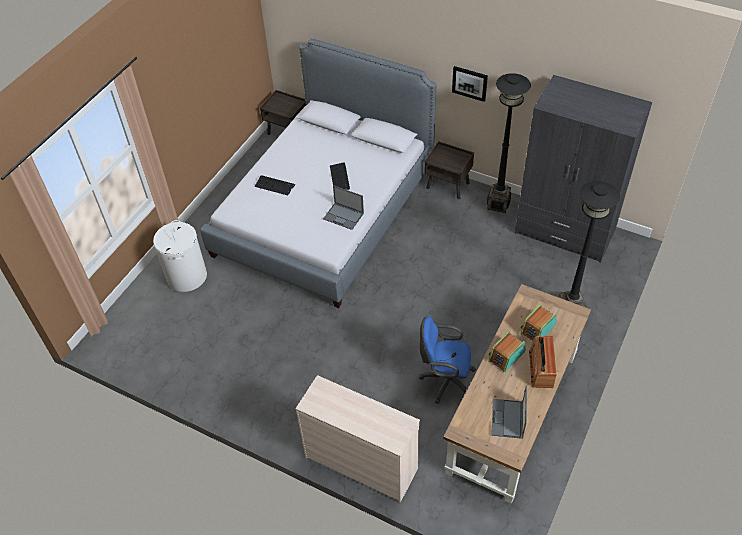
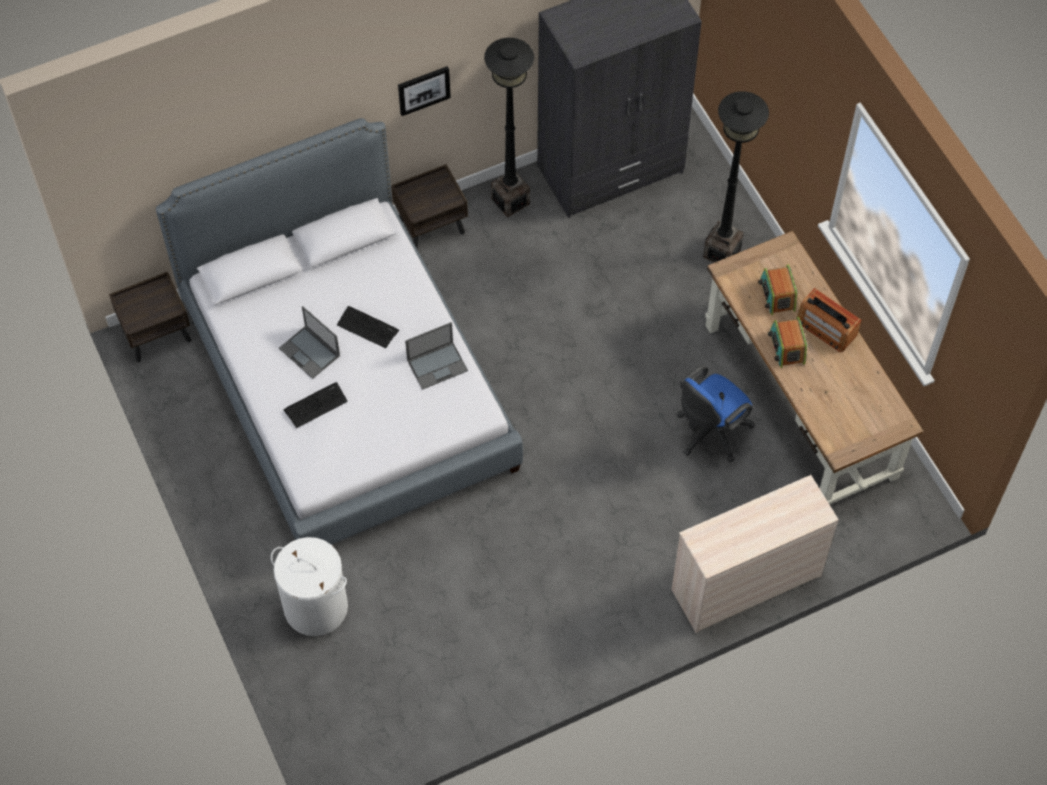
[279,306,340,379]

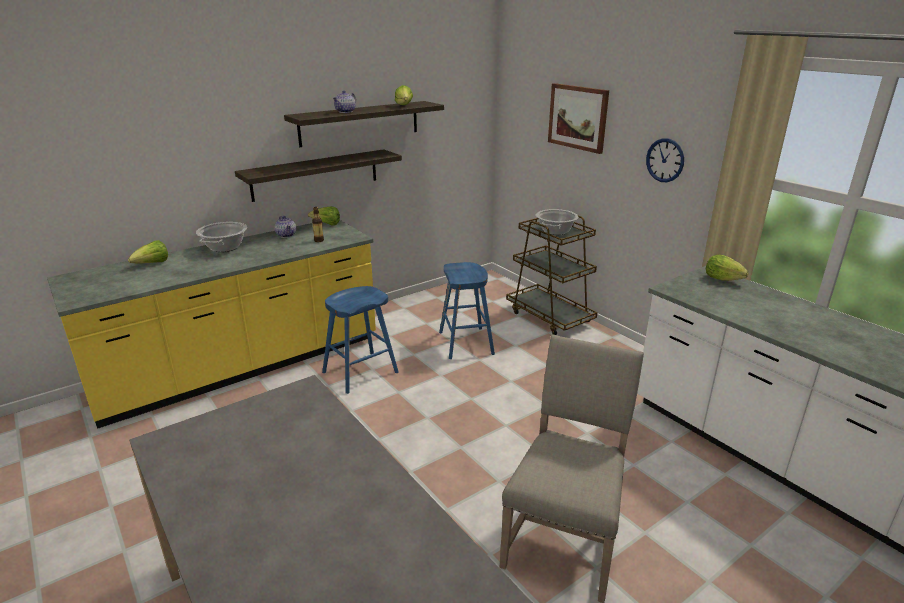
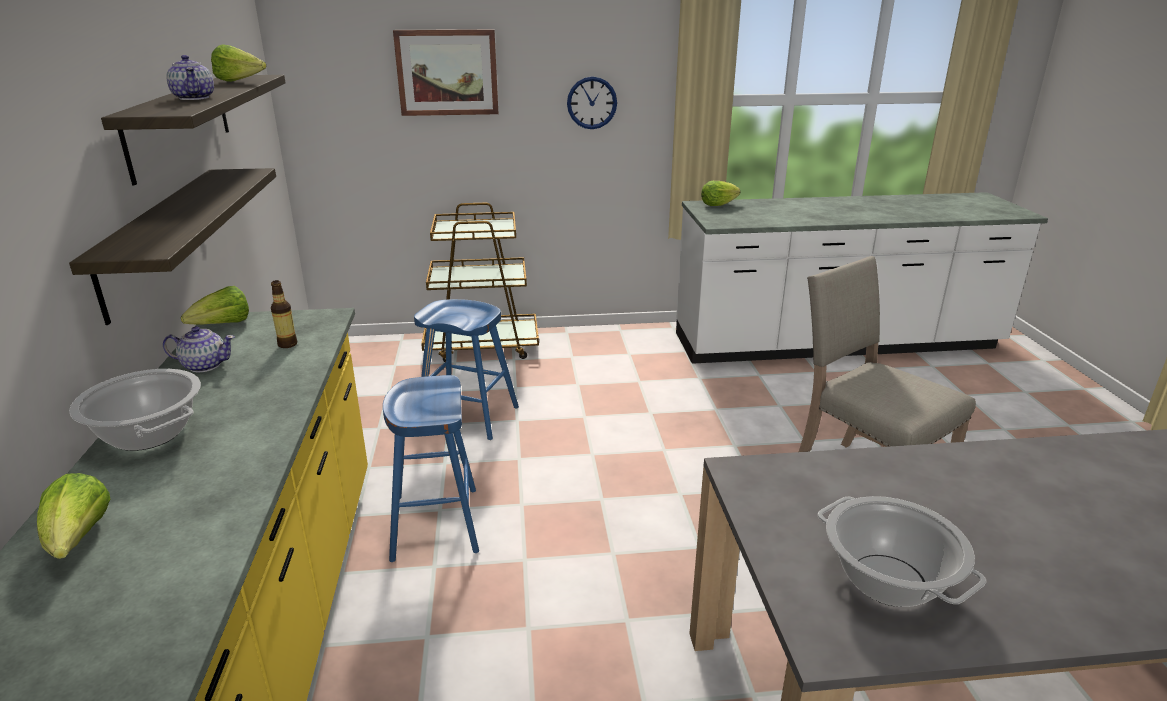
[817,496,986,607]

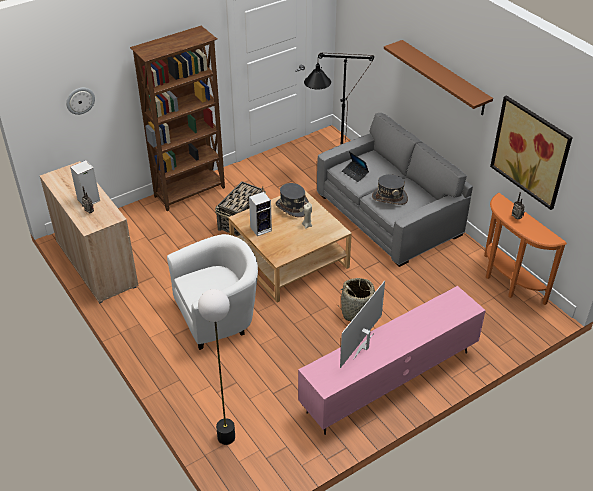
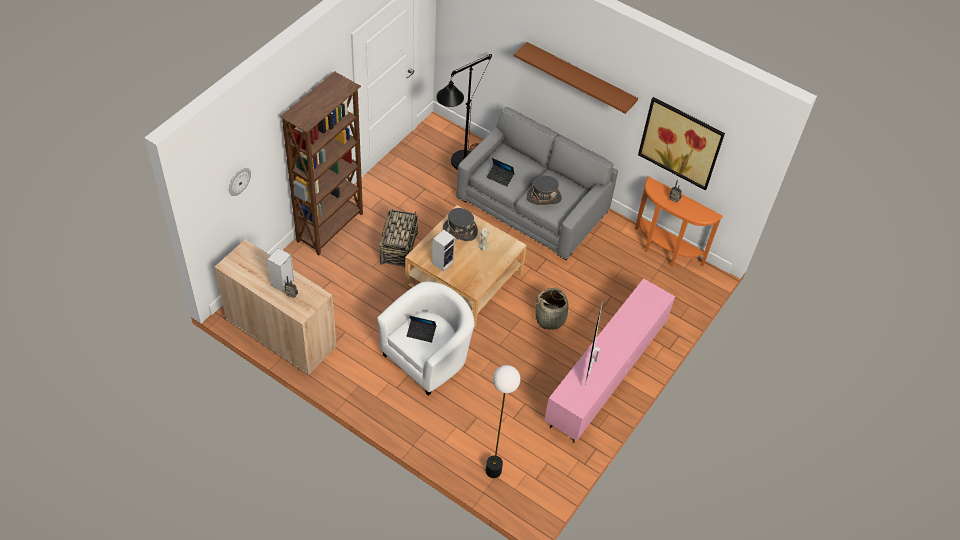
[407,316,436,343]

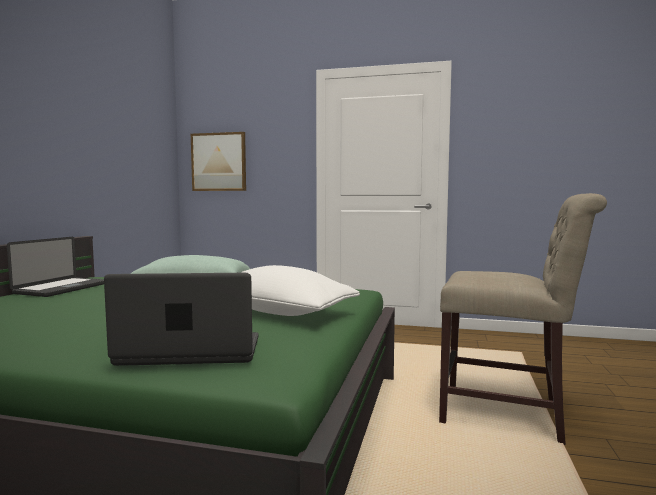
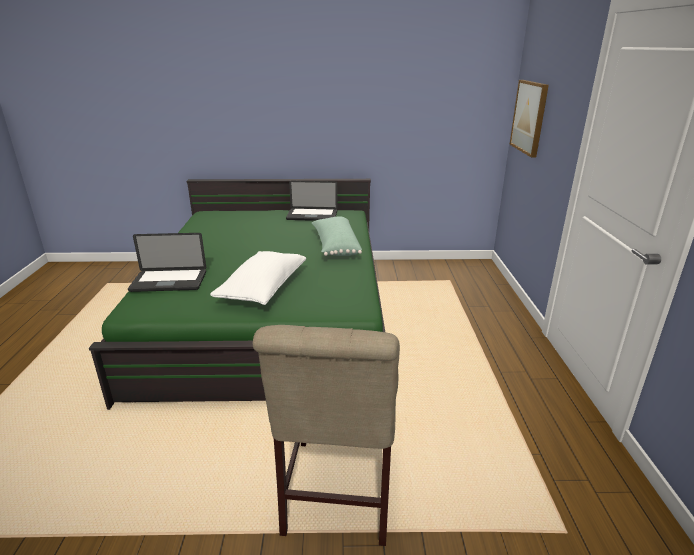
[128,233,206,292]

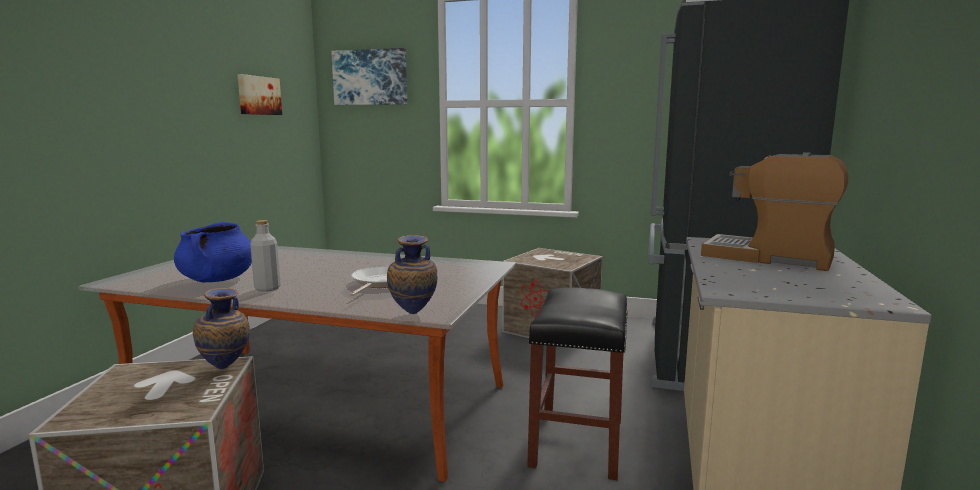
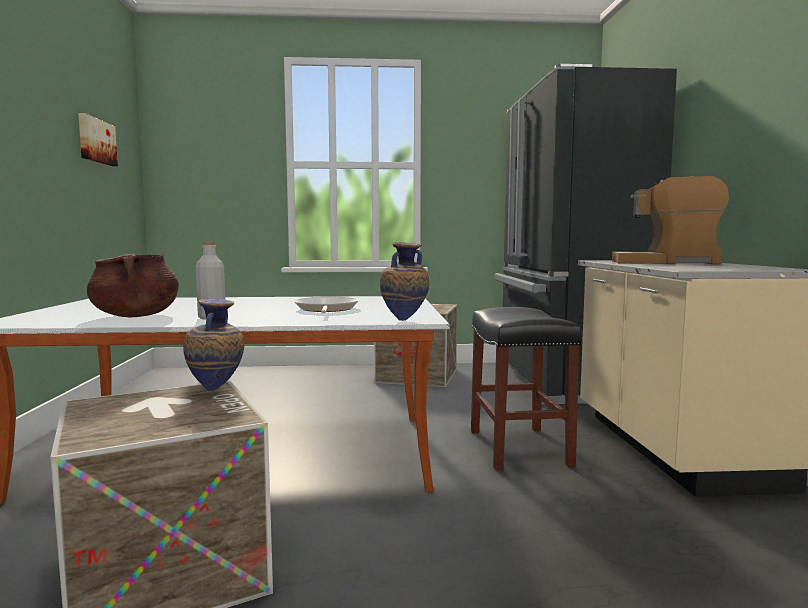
[87,254,179,317]
[331,48,407,105] (first image)

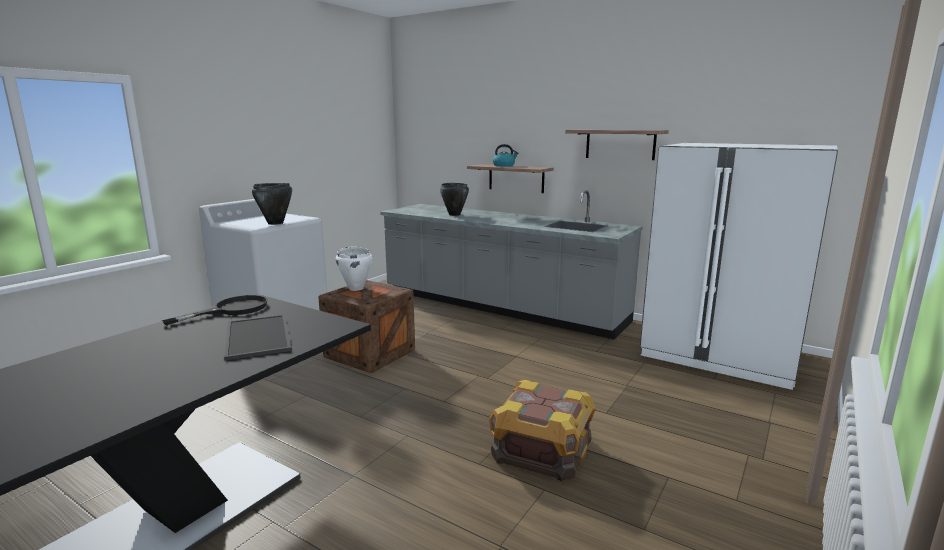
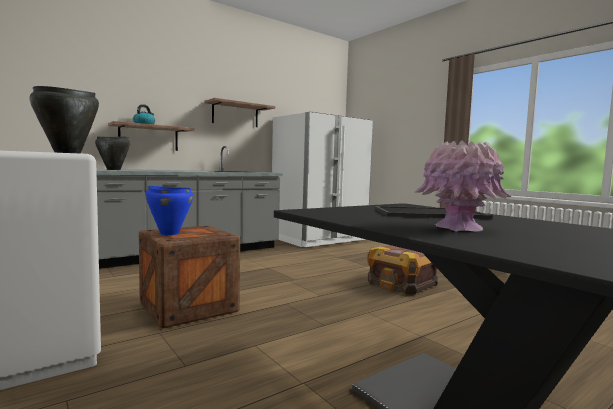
[145,186,193,235]
[414,140,512,232]
[162,295,268,325] (first image)

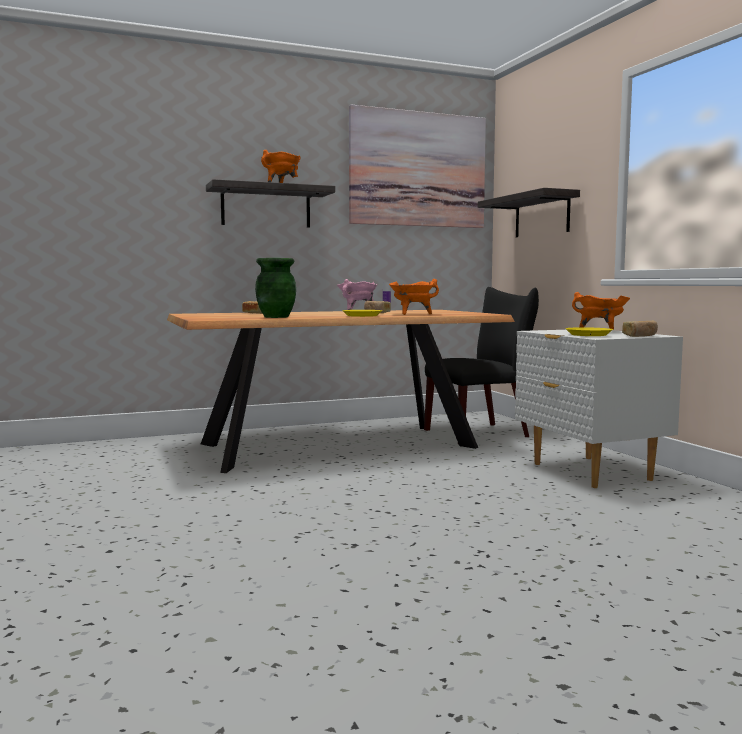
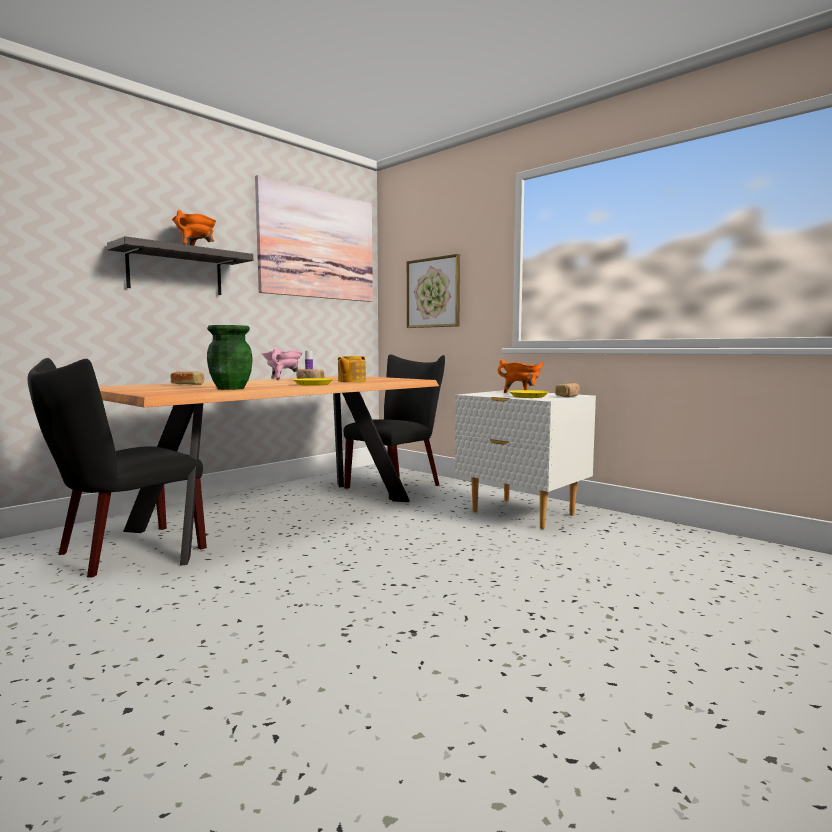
[28,358,207,577]
[338,356,366,382]
[407,254,460,328]

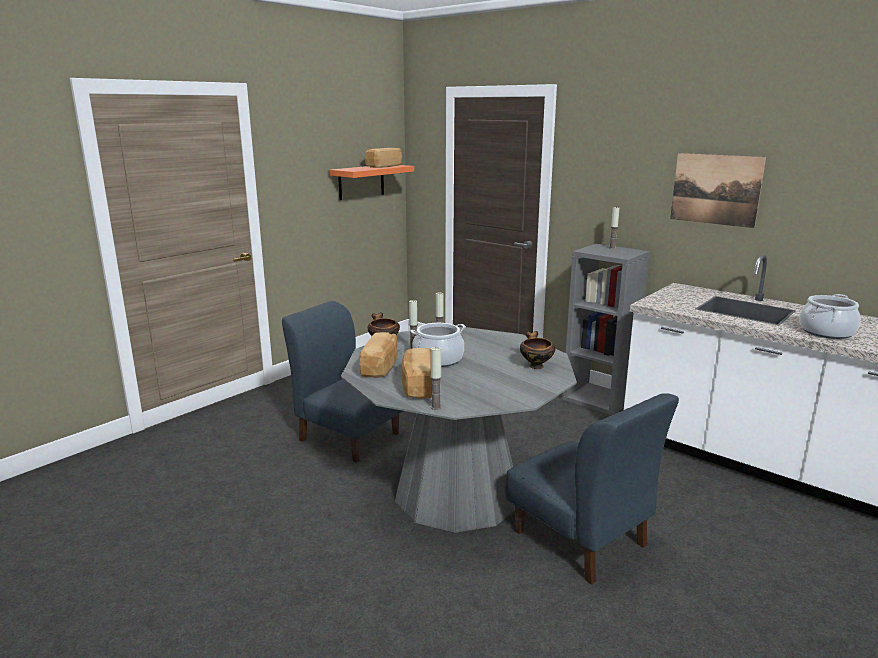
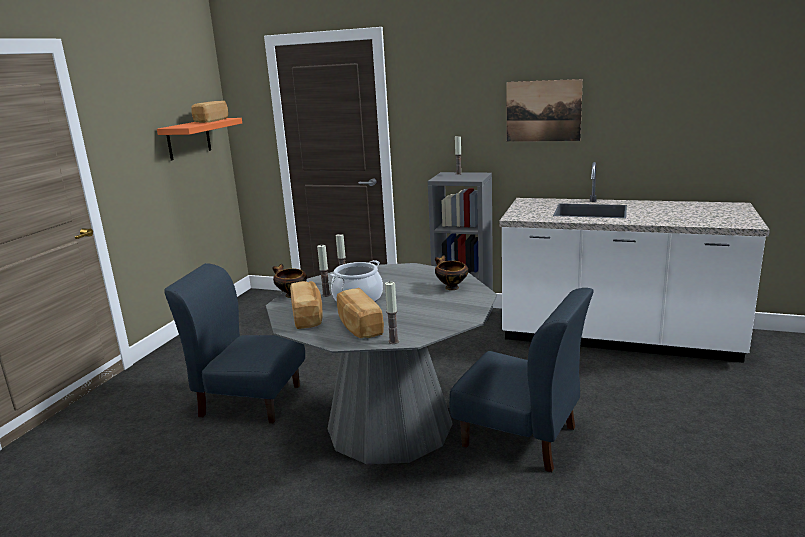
[799,294,861,339] (first image)

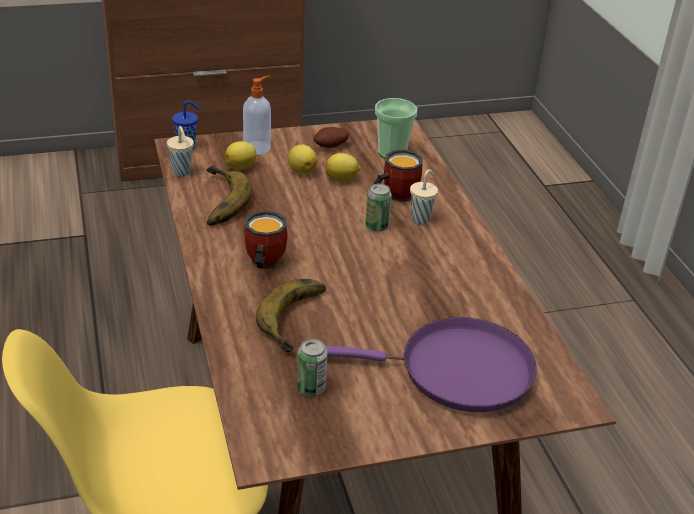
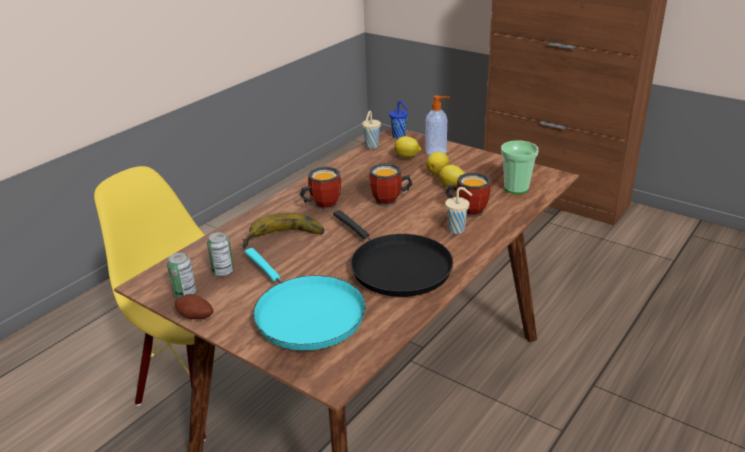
[167,253,196,298]
[175,294,213,319]
[245,248,366,350]
[333,210,453,297]
[369,163,412,206]
[207,165,252,226] (first image)

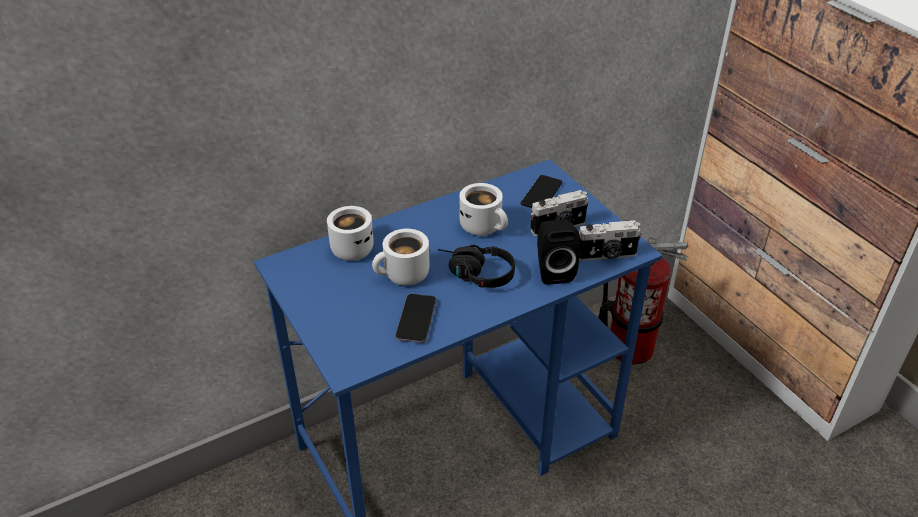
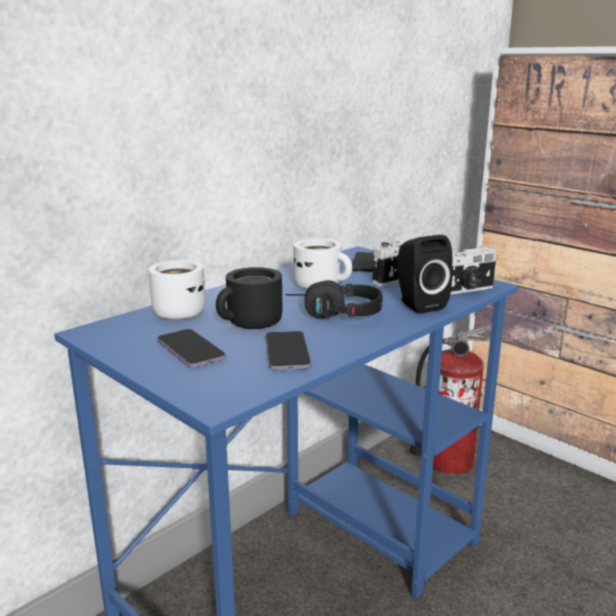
[157,329,226,367]
[216,267,282,329]

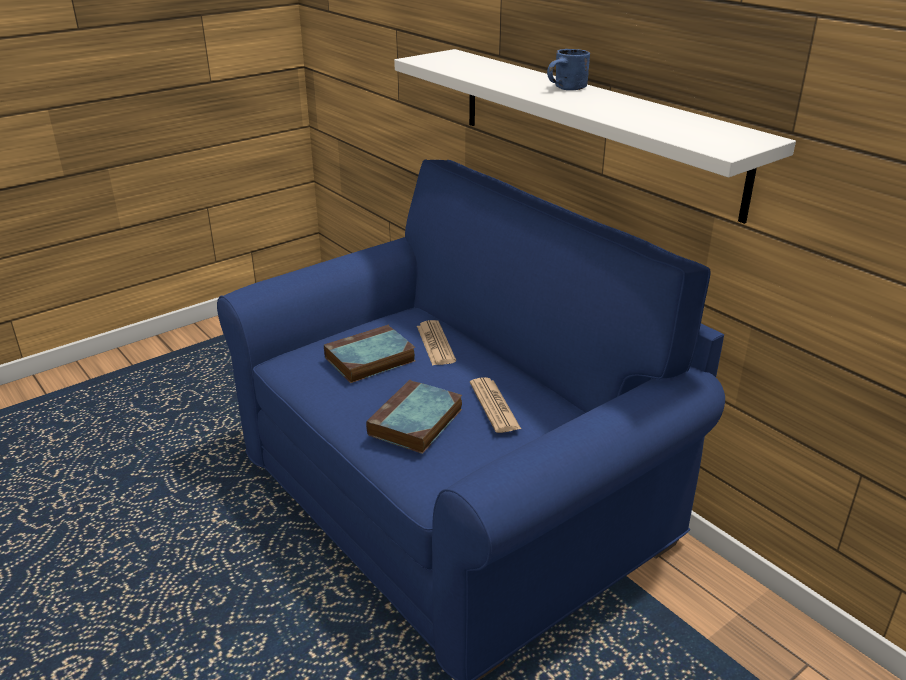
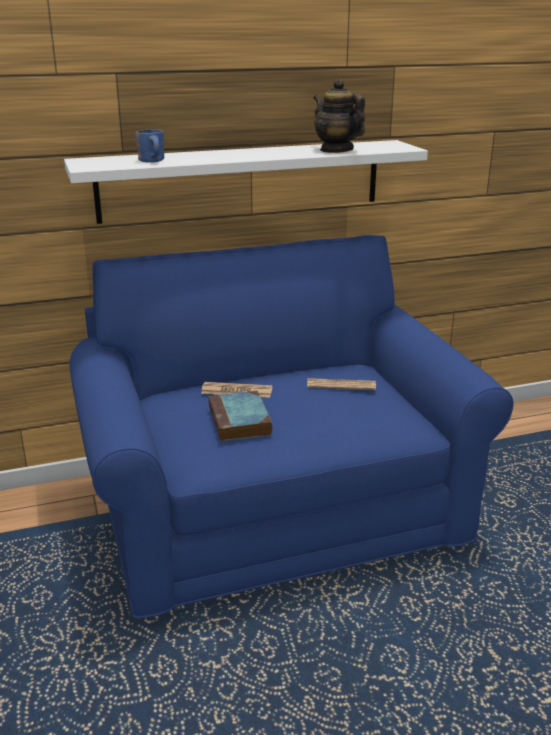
[135,129,164,162]
[313,79,365,153]
[366,380,462,454] (first image)

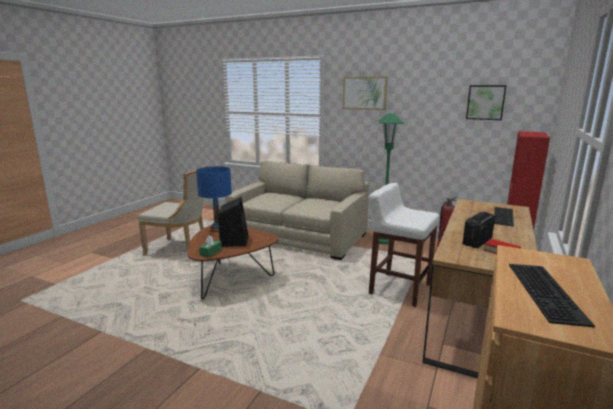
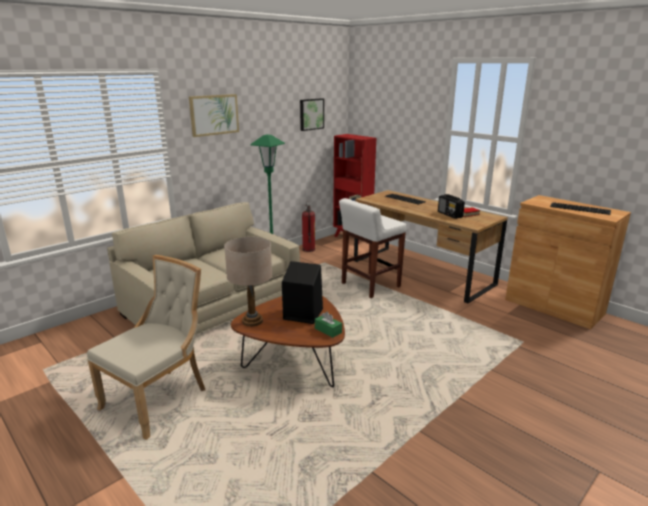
[224,237,272,327]

